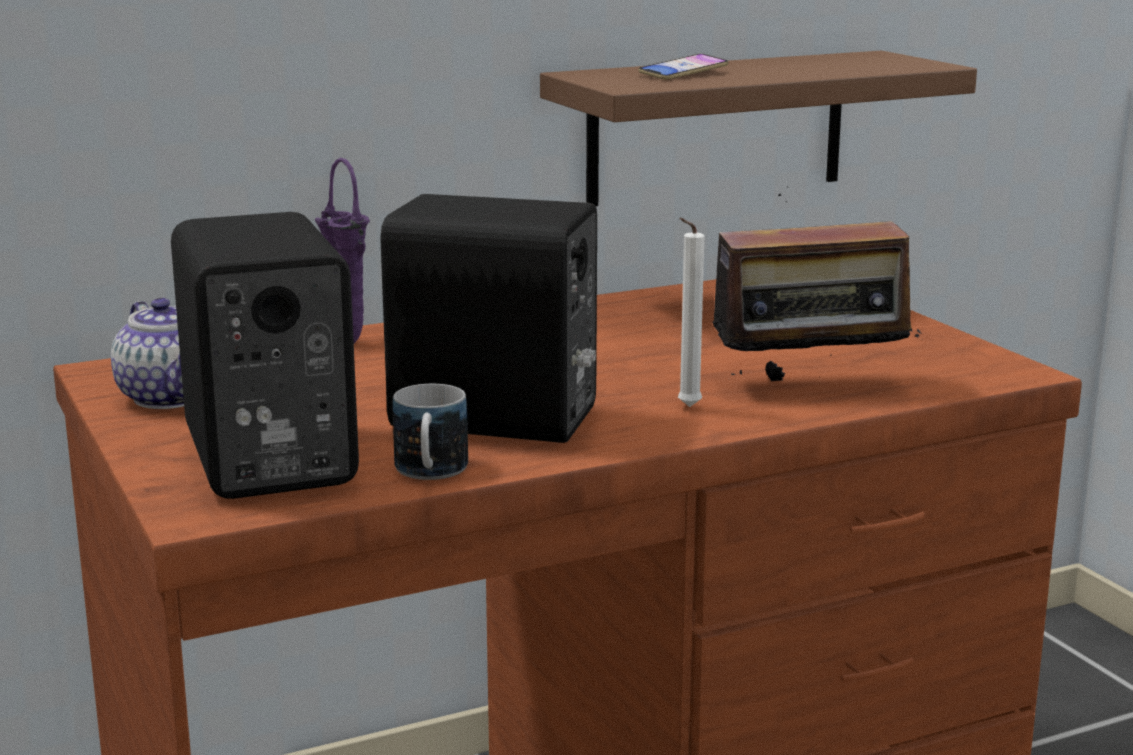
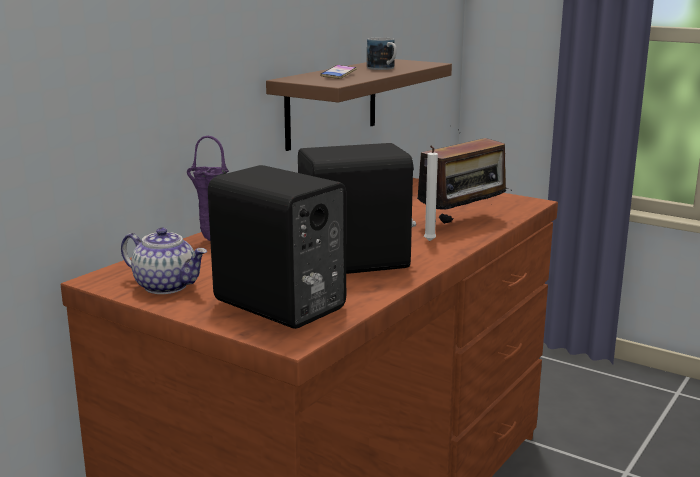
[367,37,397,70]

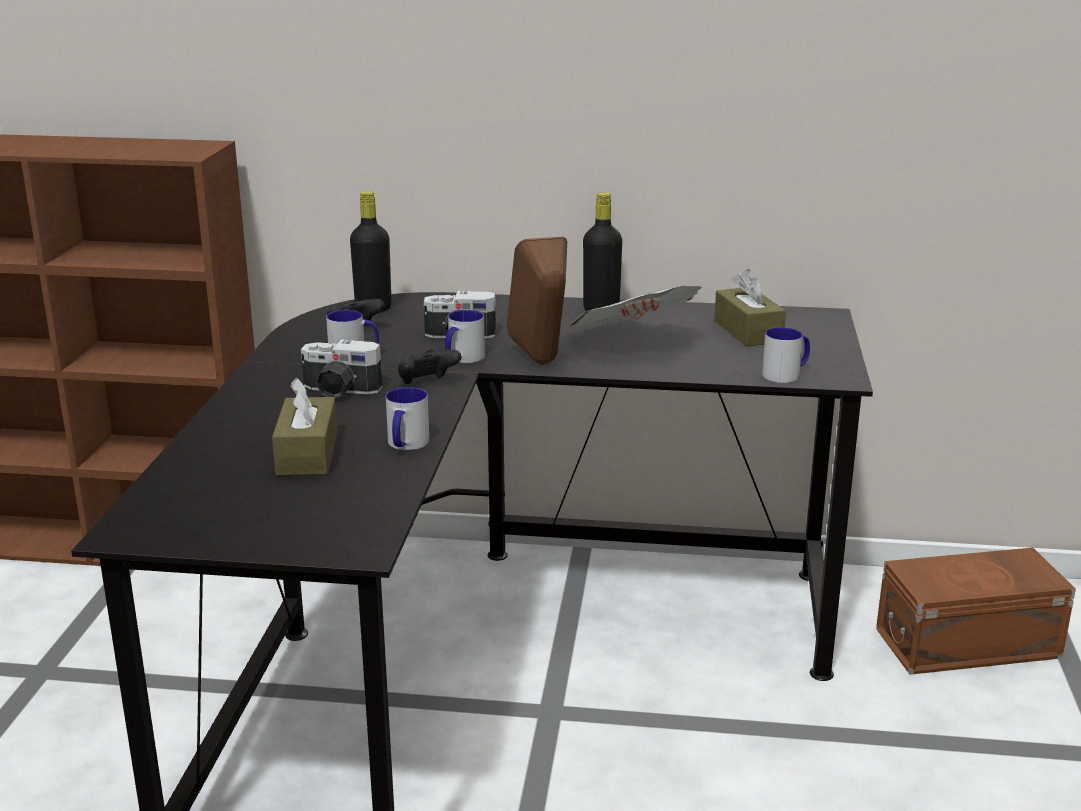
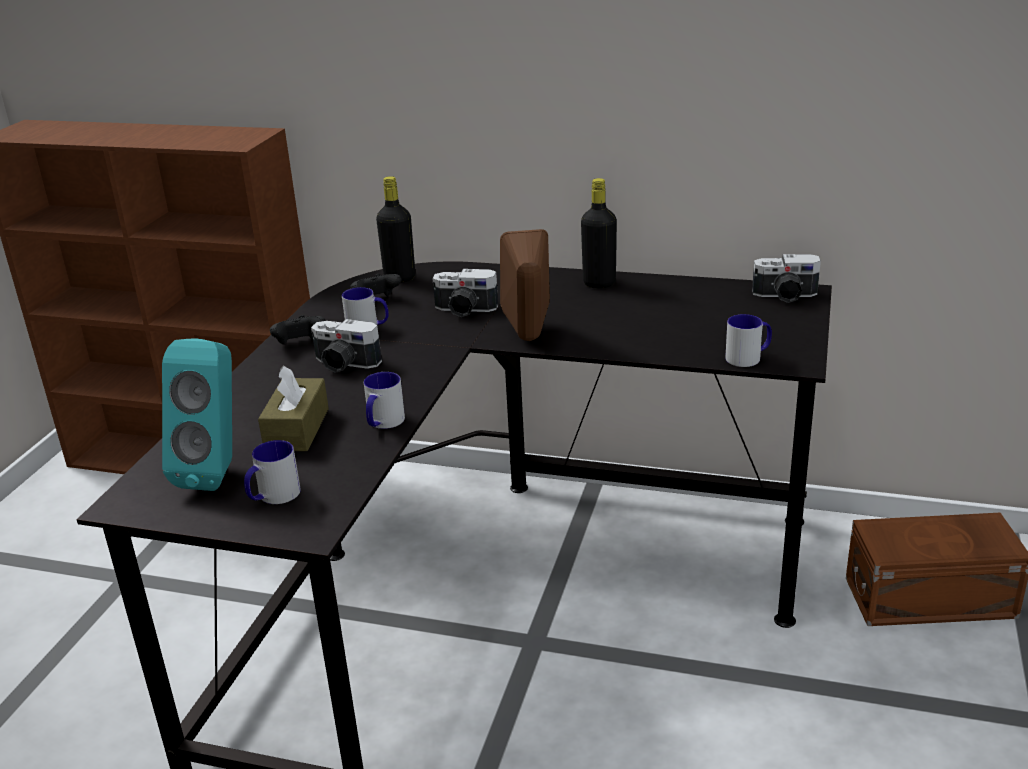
[162,339,232,491]
[244,440,301,504]
[270,315,325,344]
[752,254,821,303]
[567,286,702,328] (first image)
[714,269,786,347] (first image)

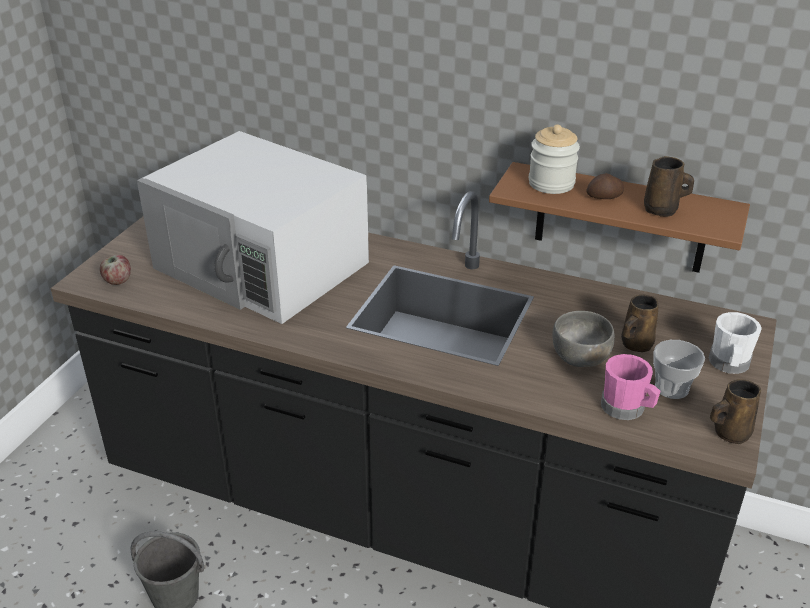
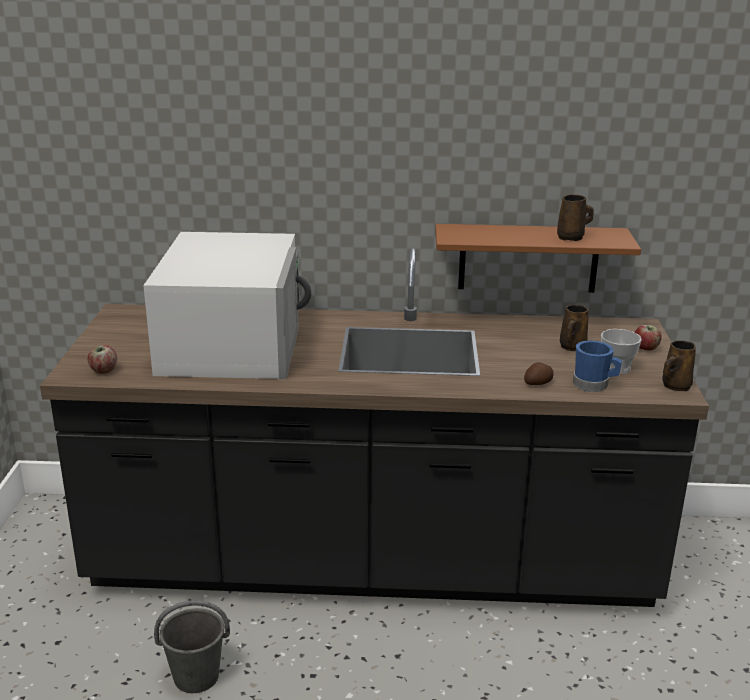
[143,232,311,379]
[524,362,554,385]
[573,341,622,392]
[635,325,661,351]
[529,124,580,194] (first image)
[553,311,615,367] (first image)

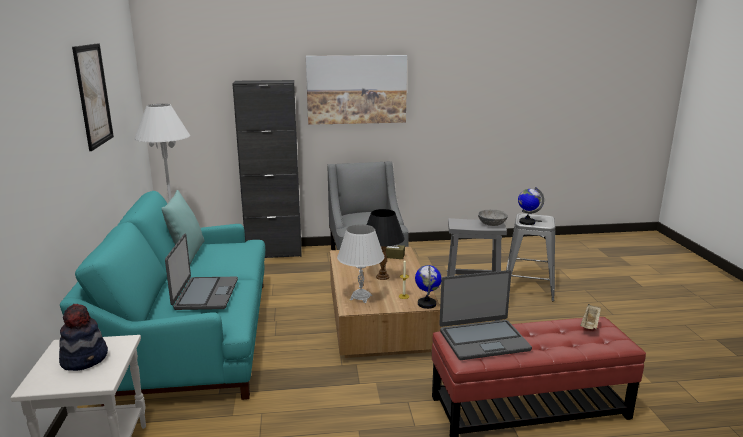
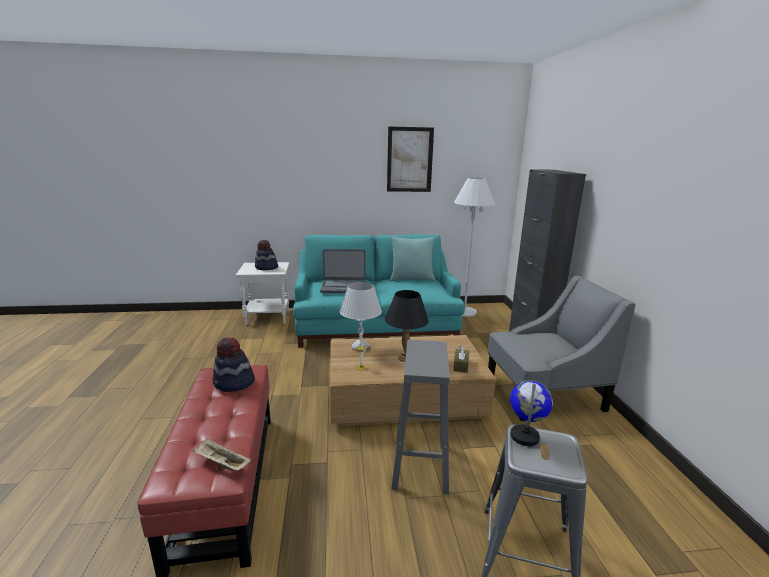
[213,338,255,392]
[306,55,407,125] (first image)
[415,265,442,309] (first image)
[478,210,508,226] (first image)

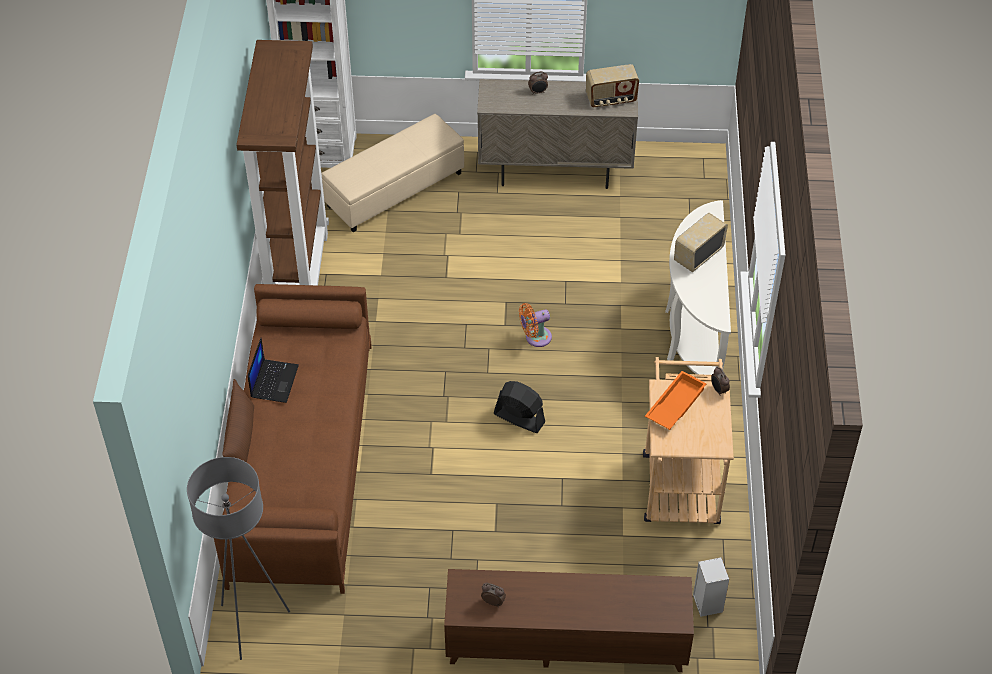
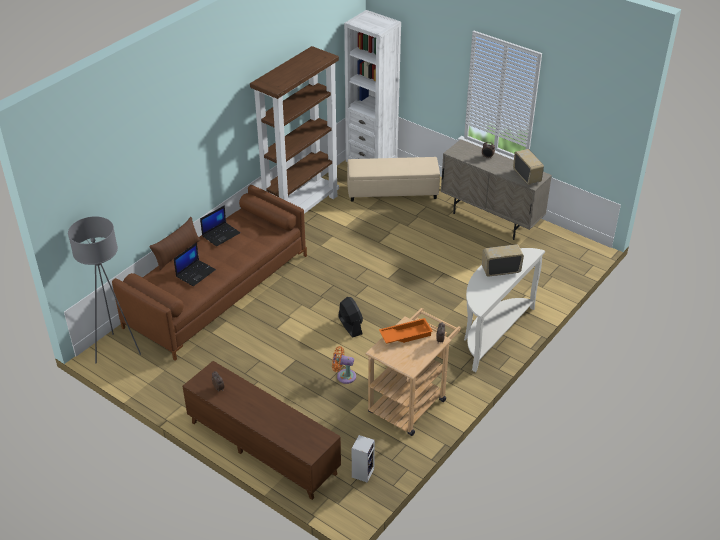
[174,243,216,286]
[332,346,356,384]
[513,149,544,185]

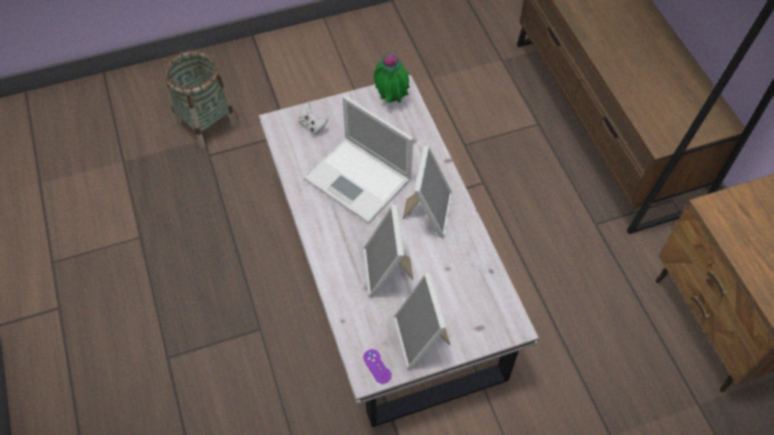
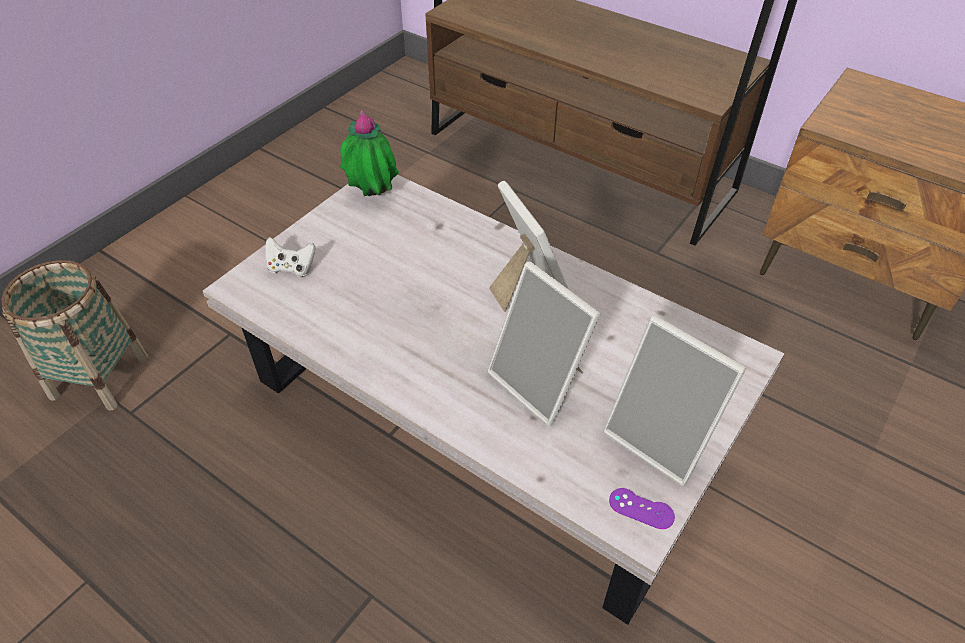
[304,96,413,223] (first image)

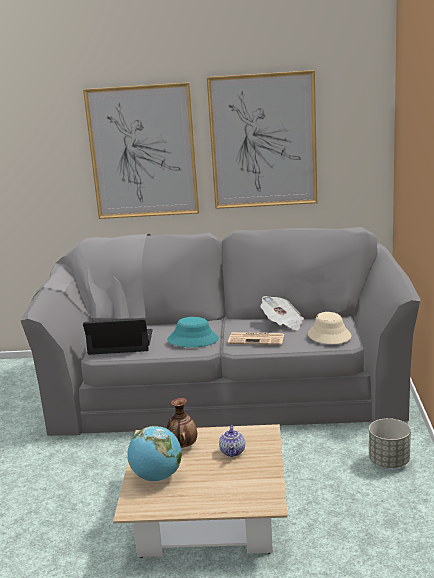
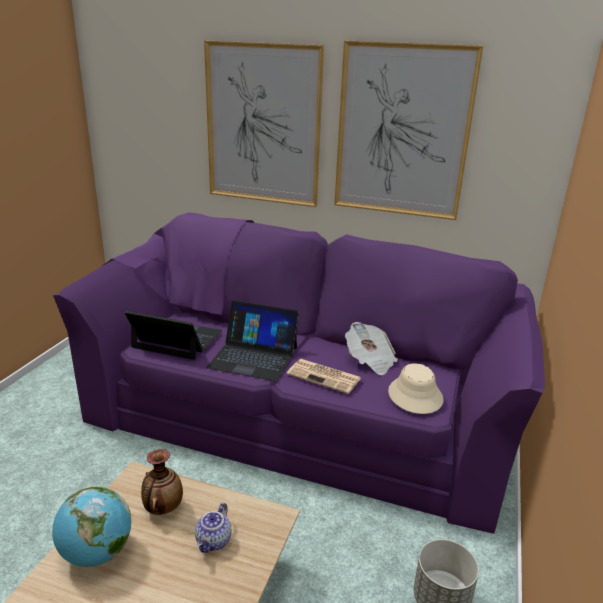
[53,212,545,534]
[206,301,299,381]

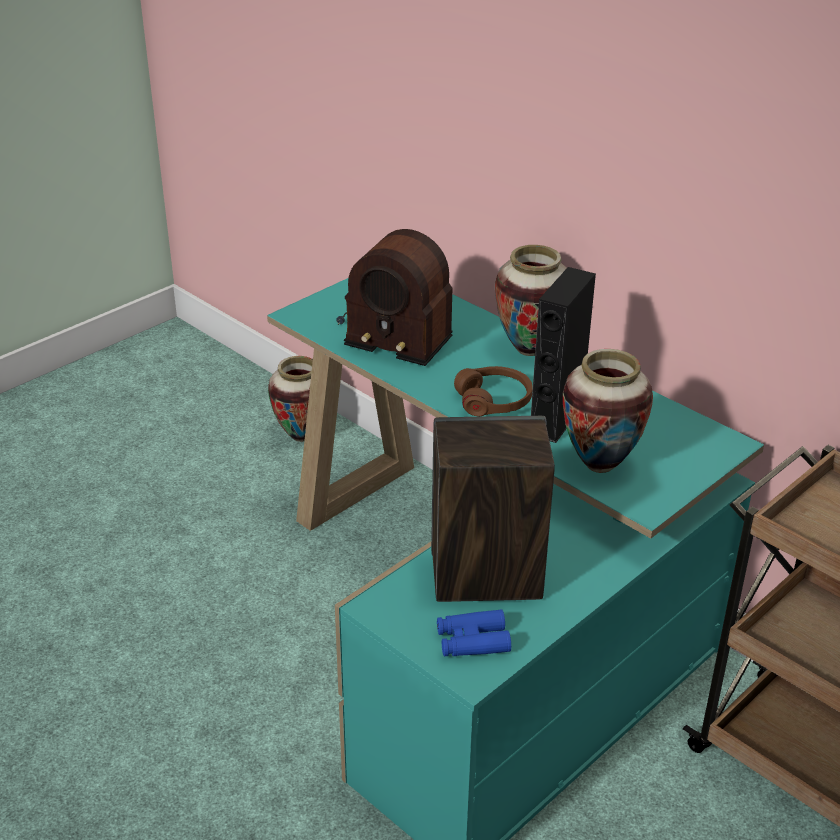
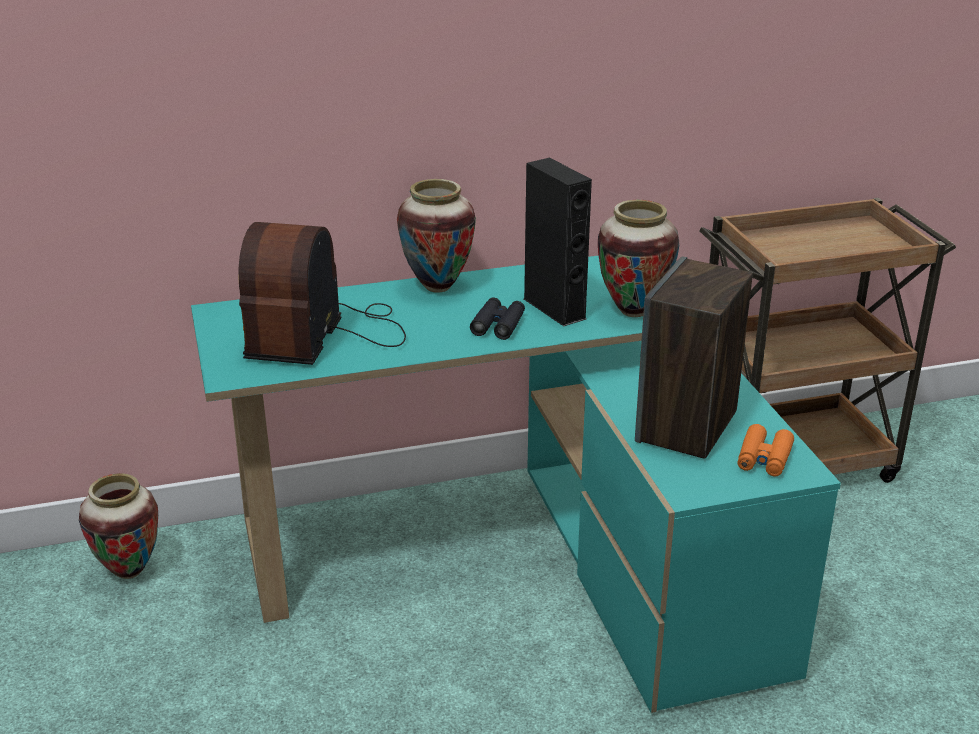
[238,222,406,365]
[470,298,525,340]
[737,424,794,477]

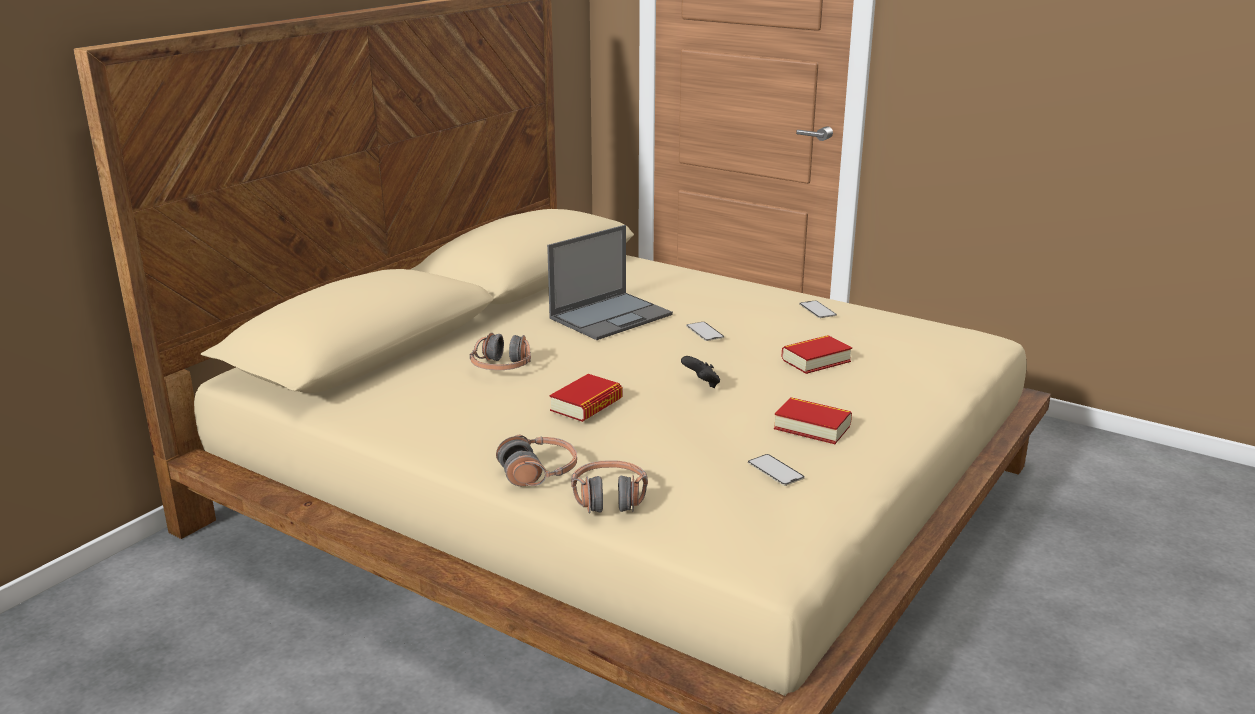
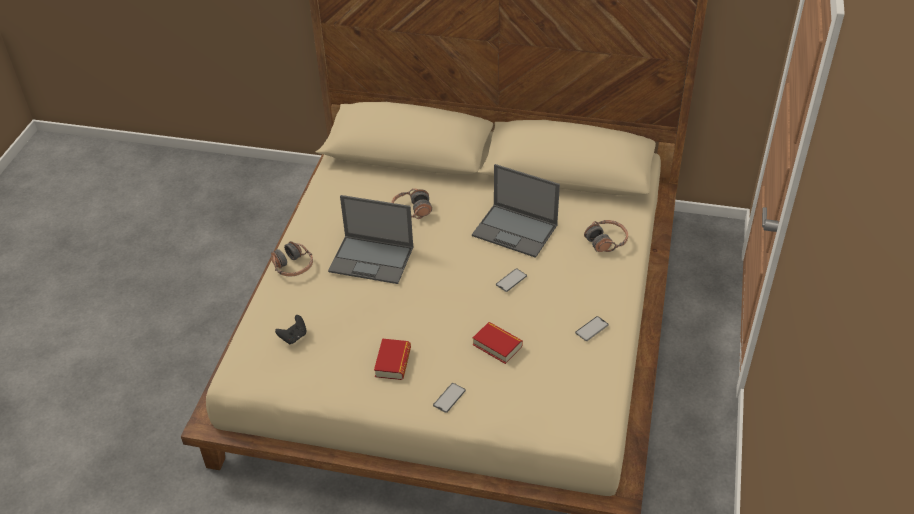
[275,315,307,344]
[328,195,413,284]
[433,383,466,413]
[584,220,628,252]

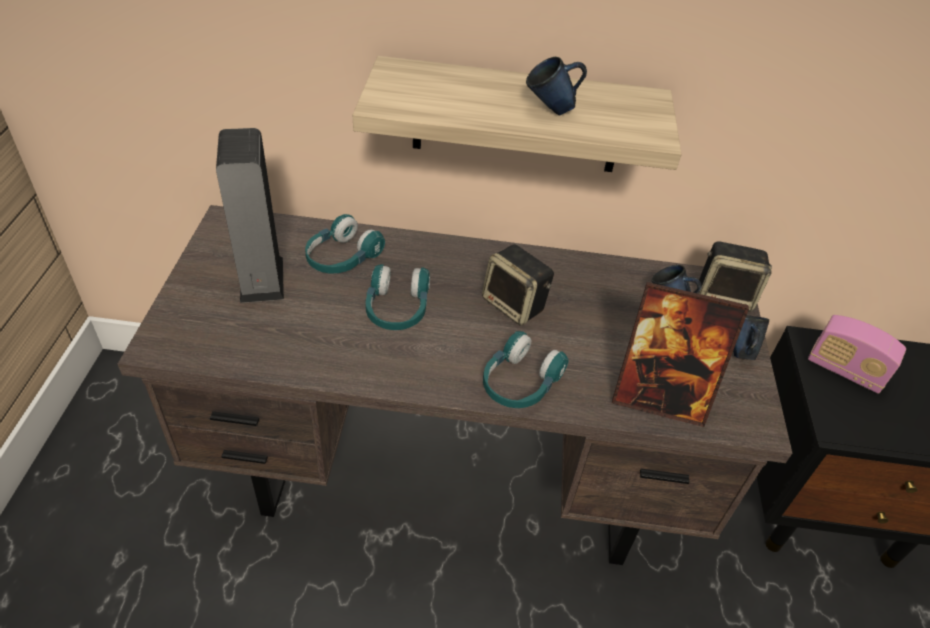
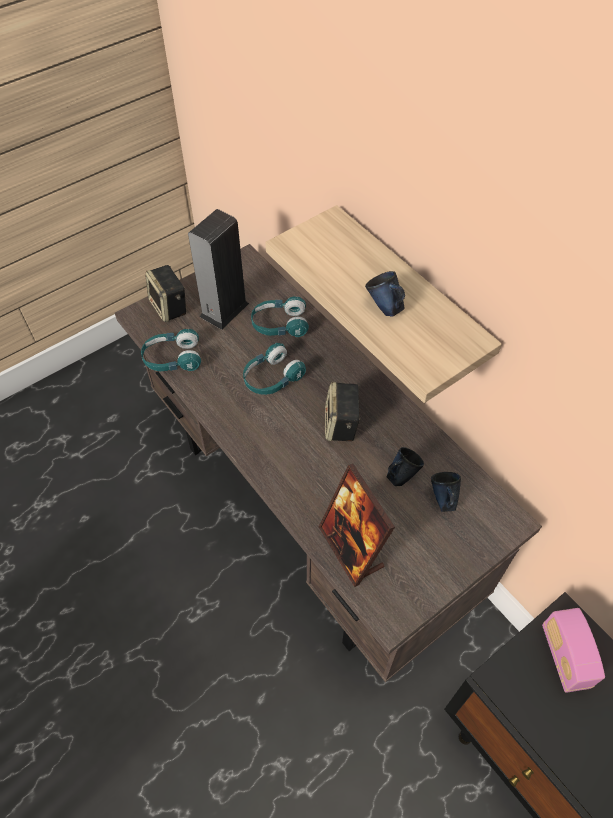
[141,329,201,371]
[146,265,187,322]
[387,447,424,486]

